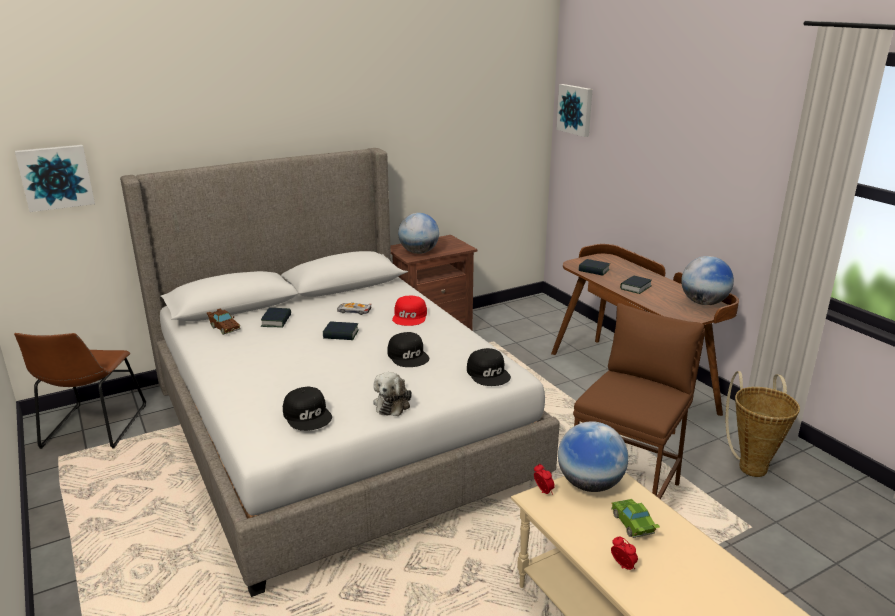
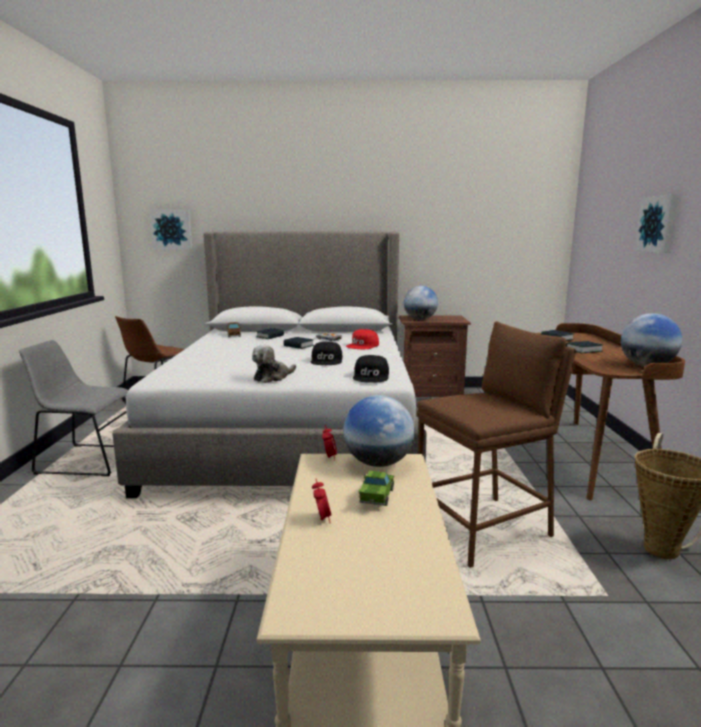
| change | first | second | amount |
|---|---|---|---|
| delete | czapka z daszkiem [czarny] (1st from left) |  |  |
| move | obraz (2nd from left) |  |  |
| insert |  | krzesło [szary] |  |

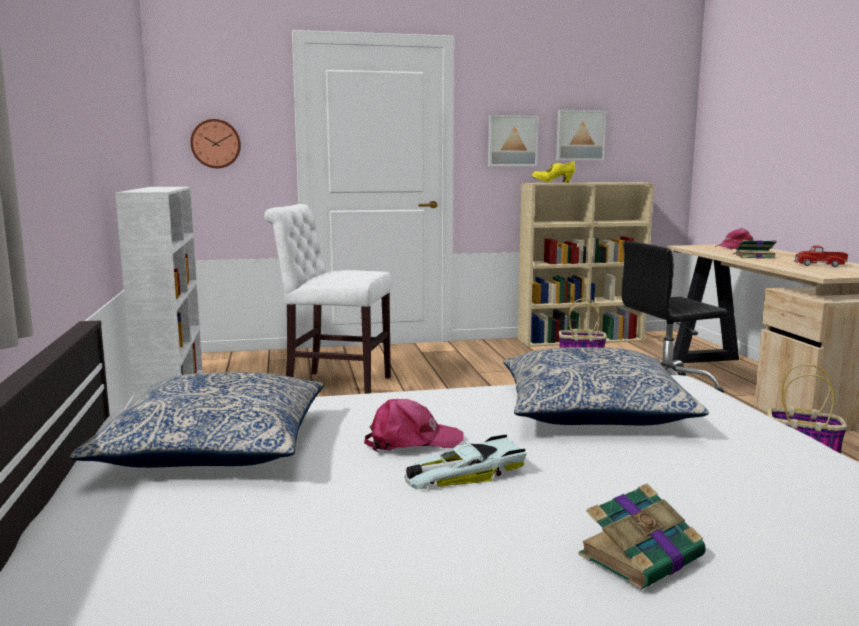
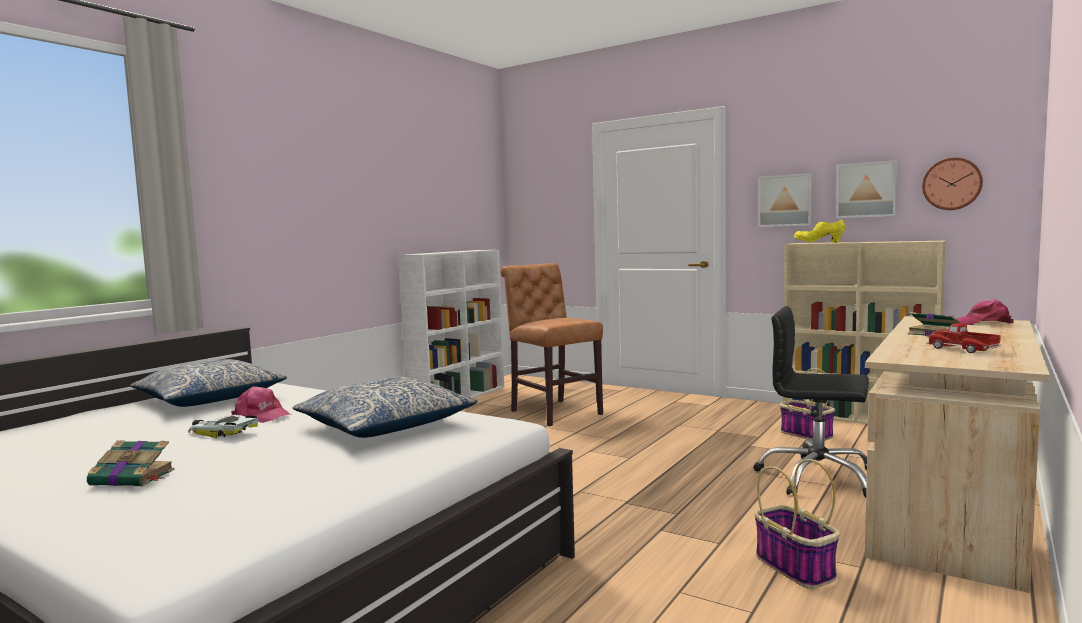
| change | first | second | amount |
|---|---|---|---|
| move | zegar ścienny |  |  |
| recolor | krzesło [biały] | krzesło [brązowy] |  |

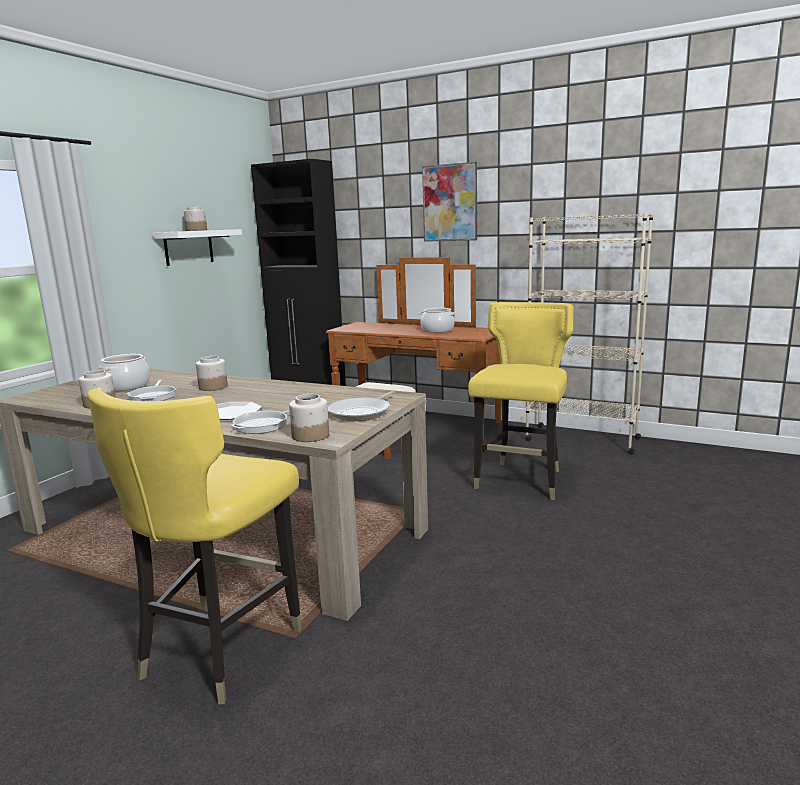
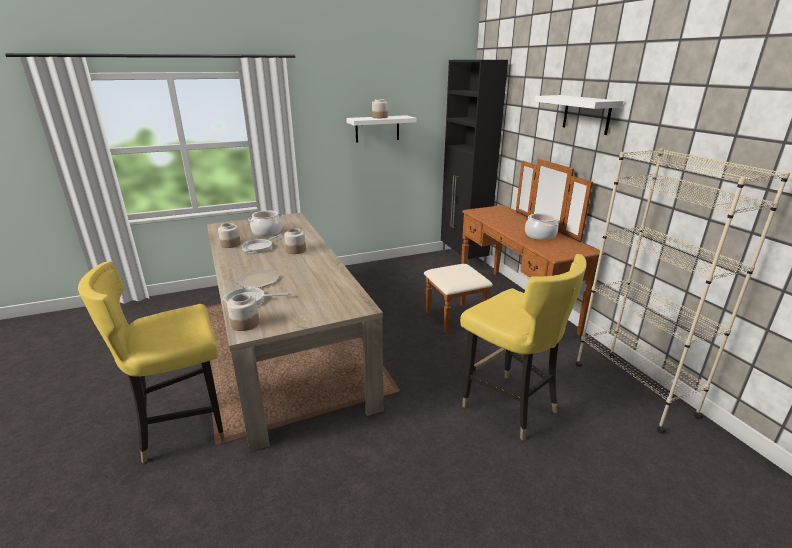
| change | first | second | amount |
|---|---|---|---|
| delete | patelnia (3rd from left) |  |  |
| replace | obraz | półka [biały] (2nd from left) |  |
| rotate | krzesło [żółty] (2nd from left) |  | 75 degrees clockwise |

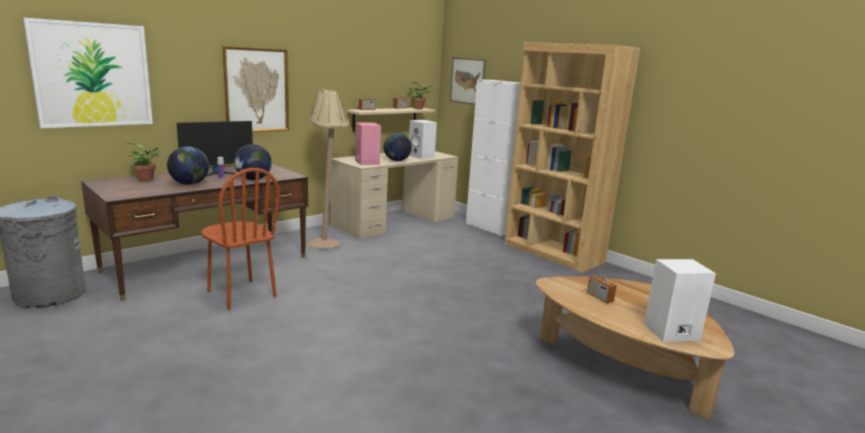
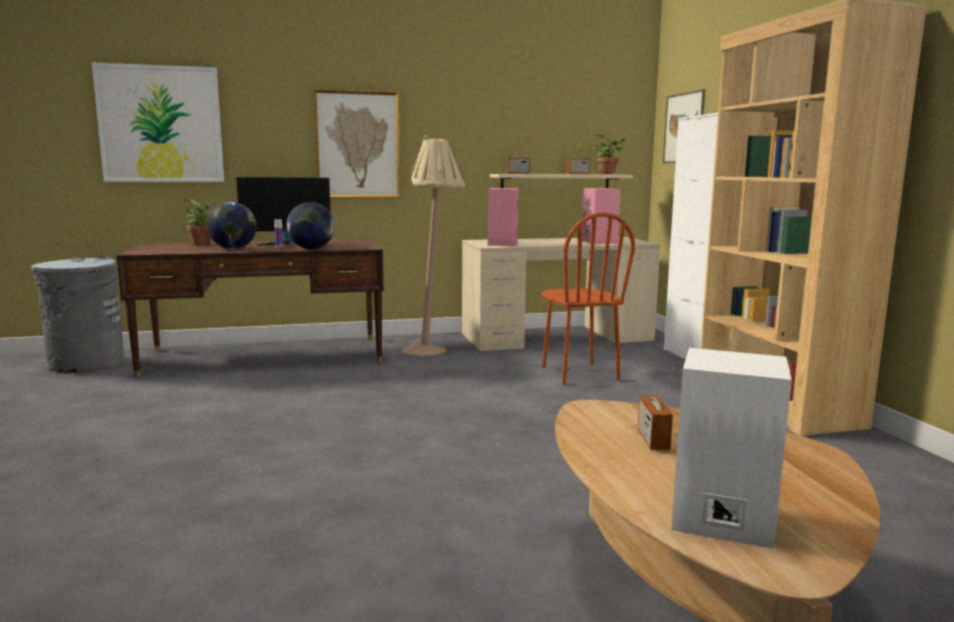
| change | first | second | amount |
|---|---|---|---|
| move | krzesło [brązowy] |  |  |
| delete | globus (3rd from left) |  |  |
| recolor | głośnik [biały] (1st from left) | głośnik [różowy] (2nd from left) |  |

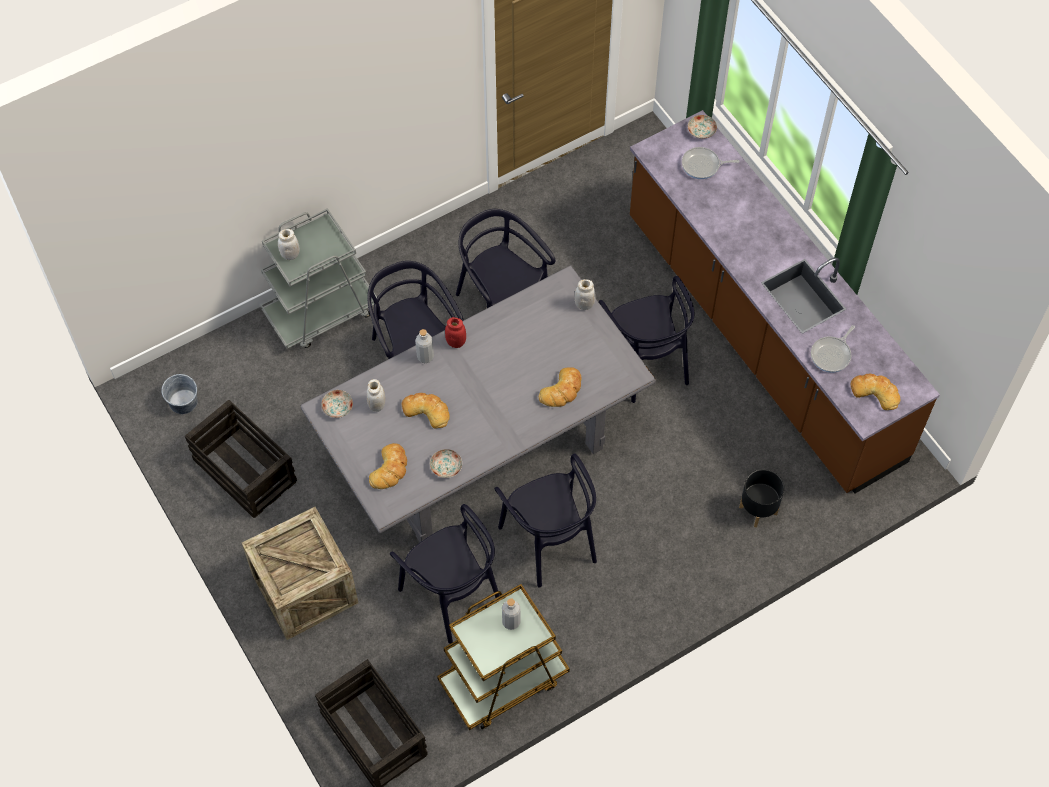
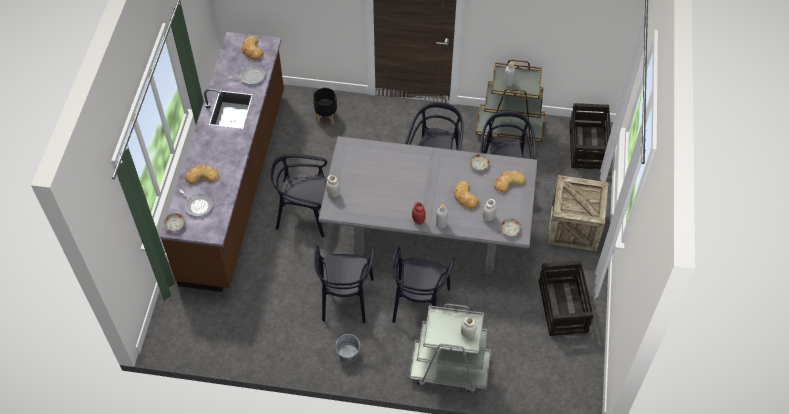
| change | first | second | amount |
|---|---|---|---|
| move | wiadro [szary] |  |  |
| move | chleb (3rd from left in the first image) | chleb (1st from left) |  |
| rotate | krzesło [czarny] (5th from left in the first image) | krzesło [czarny] (1st from left) | 105 degrees counterclockwise |

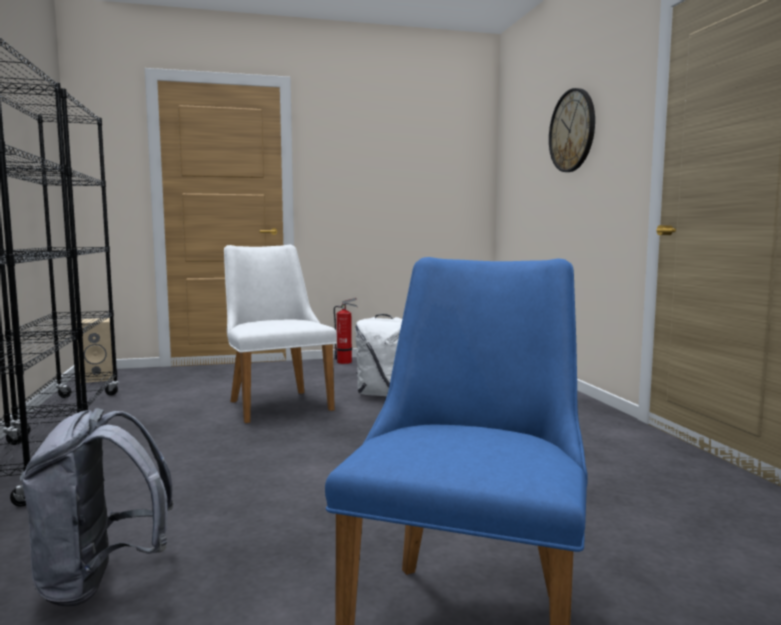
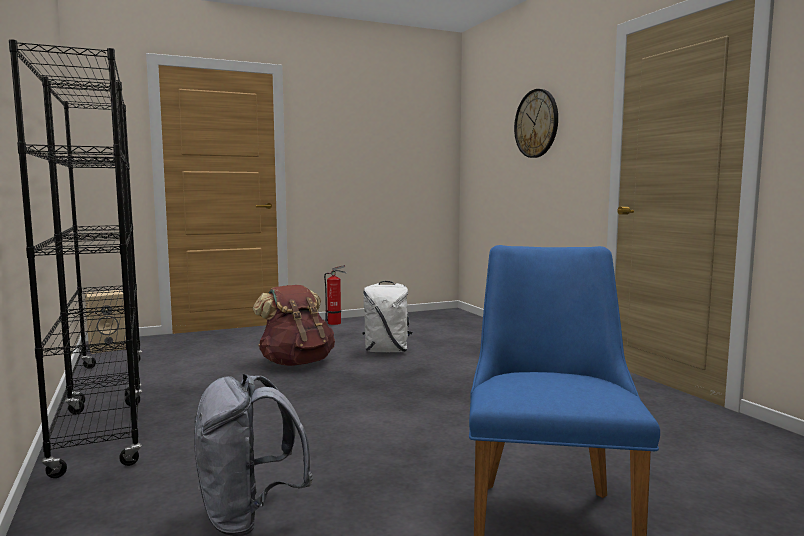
| change | first | second | amount |
|---|---|---|---|
| replace | krzesło [biały] | plecak [brązowy] |  |

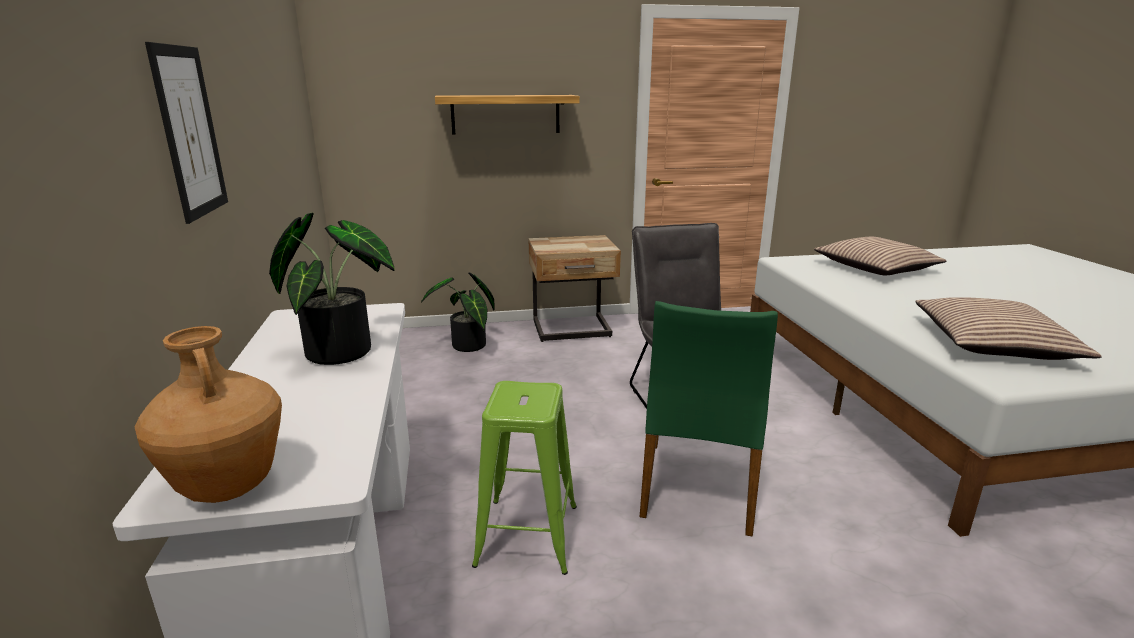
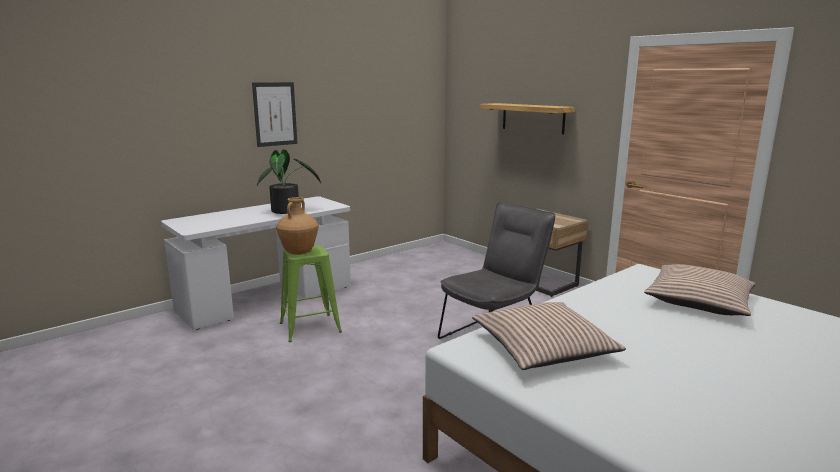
| change | first | second | amount |
|---|---|---|---|
| move | wazon [brązowy] |  |  |
| delete | roślina doniczkowa (2nd from left) |  |  |
| delete | krzesło [zielony] |  |  |

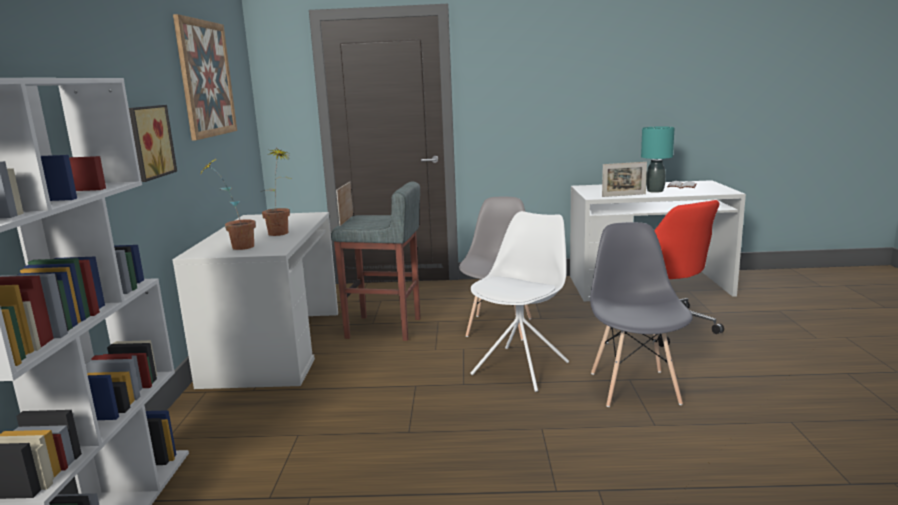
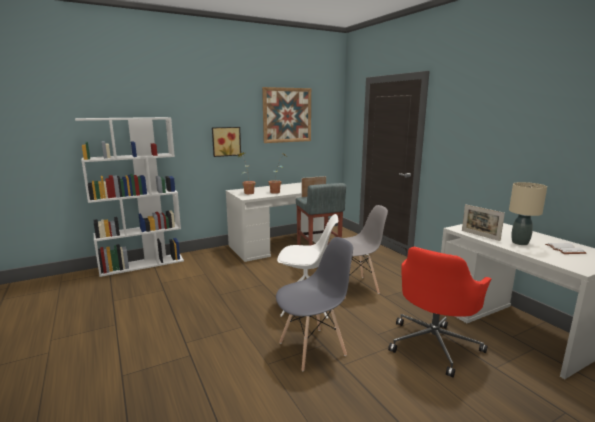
| change | first | second | amount |
|---|---|---|---|
| recolor | lampa stołowa [turkusowy] | lampa stołowa [beżowy] |  |

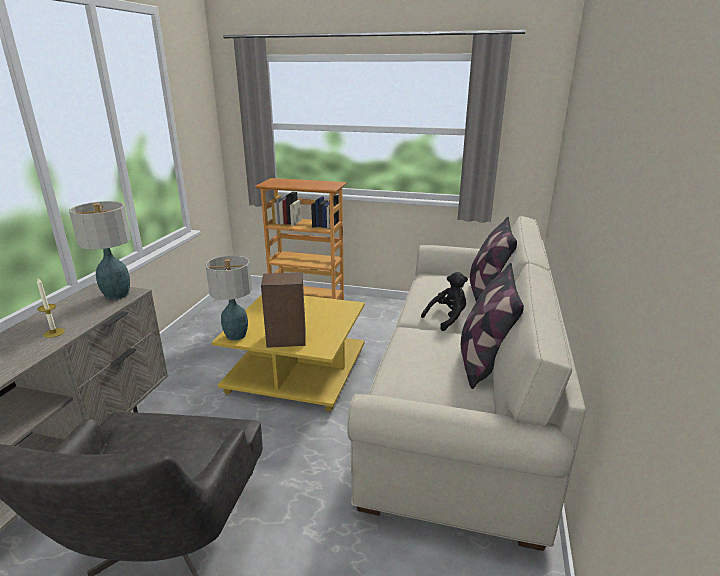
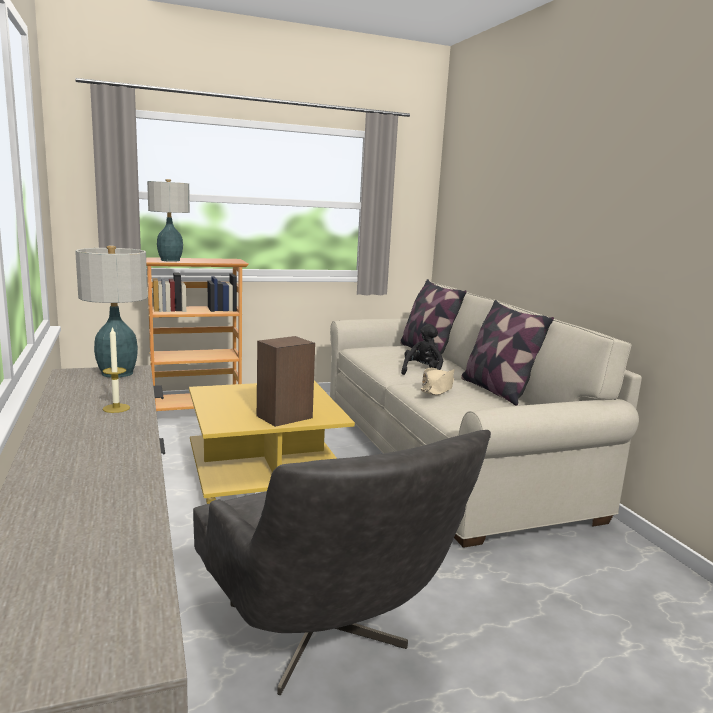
| change | first | second | amount |
|---|---|---|---|
| move | lampa stołowa (2nd from left) |  |  |
| insert |  | kapelusz [beżowy] |  |

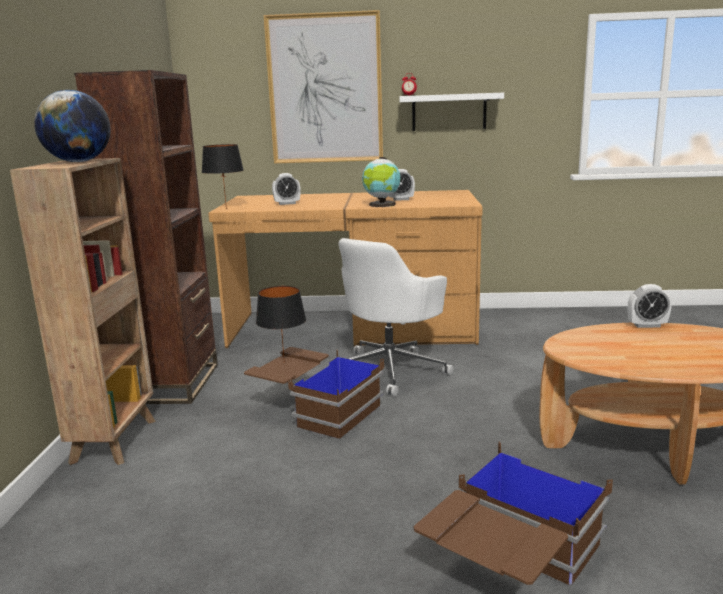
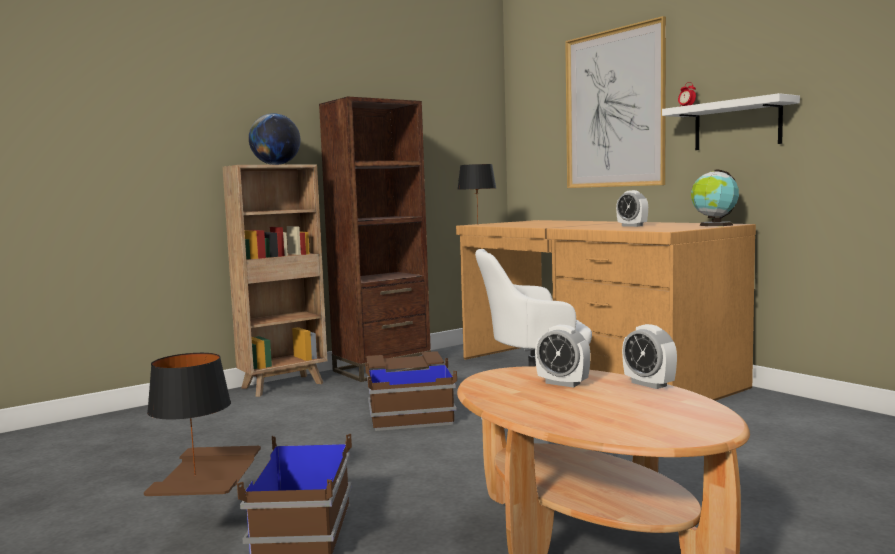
| change | first | second | amount |
|---|---|---|---|
| move | lampa stołowa [czarny] (2nd from left in the first image) | lampa stołowa [czarny] (1st from left) |  |
| move | budzik (1st from left) |  |  |
| move | globus (2nd from left) |  |  |

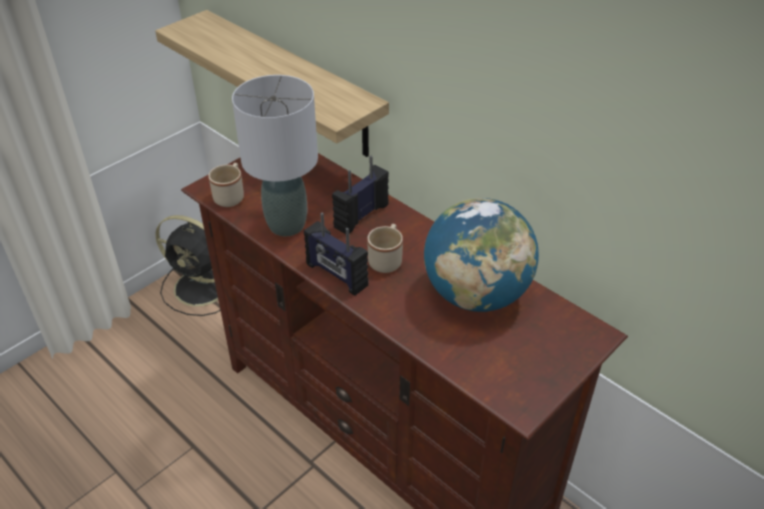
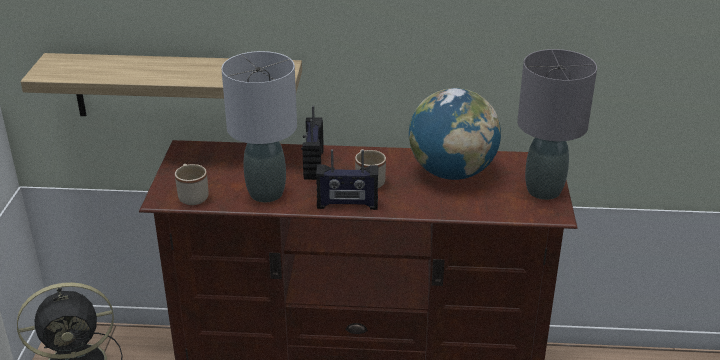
| change | first | second | amount |
|---|---|---|---|
| insert |  | lampa stołowa [szary] (2nd from left) |  |

